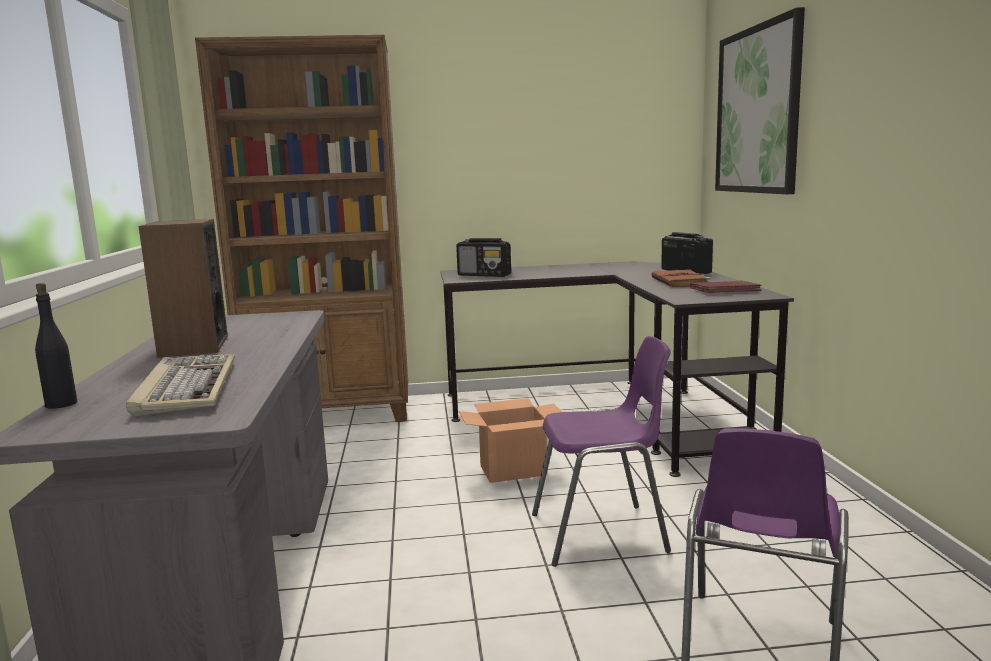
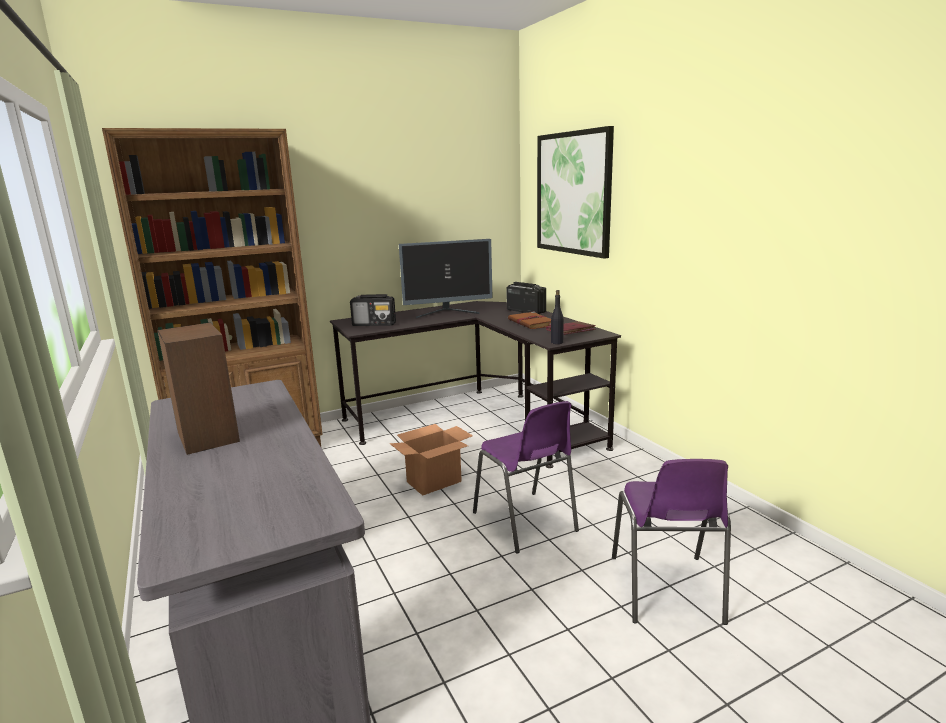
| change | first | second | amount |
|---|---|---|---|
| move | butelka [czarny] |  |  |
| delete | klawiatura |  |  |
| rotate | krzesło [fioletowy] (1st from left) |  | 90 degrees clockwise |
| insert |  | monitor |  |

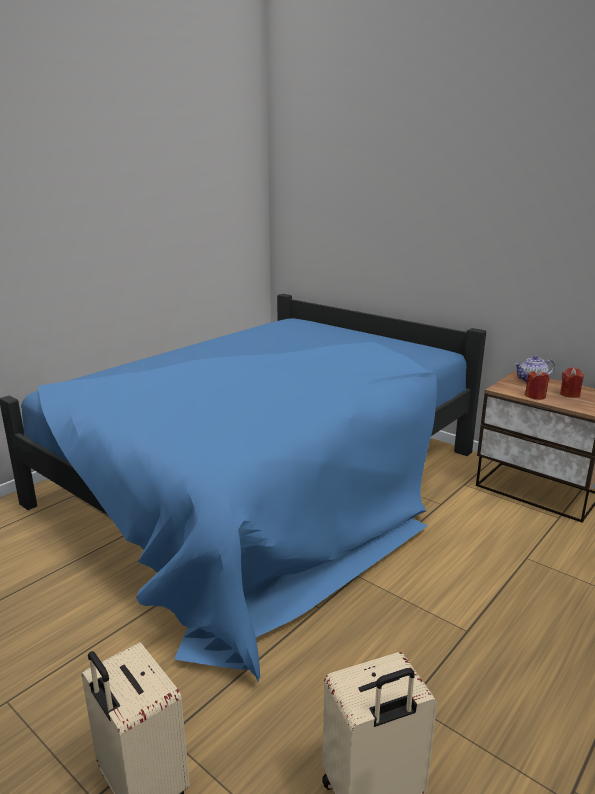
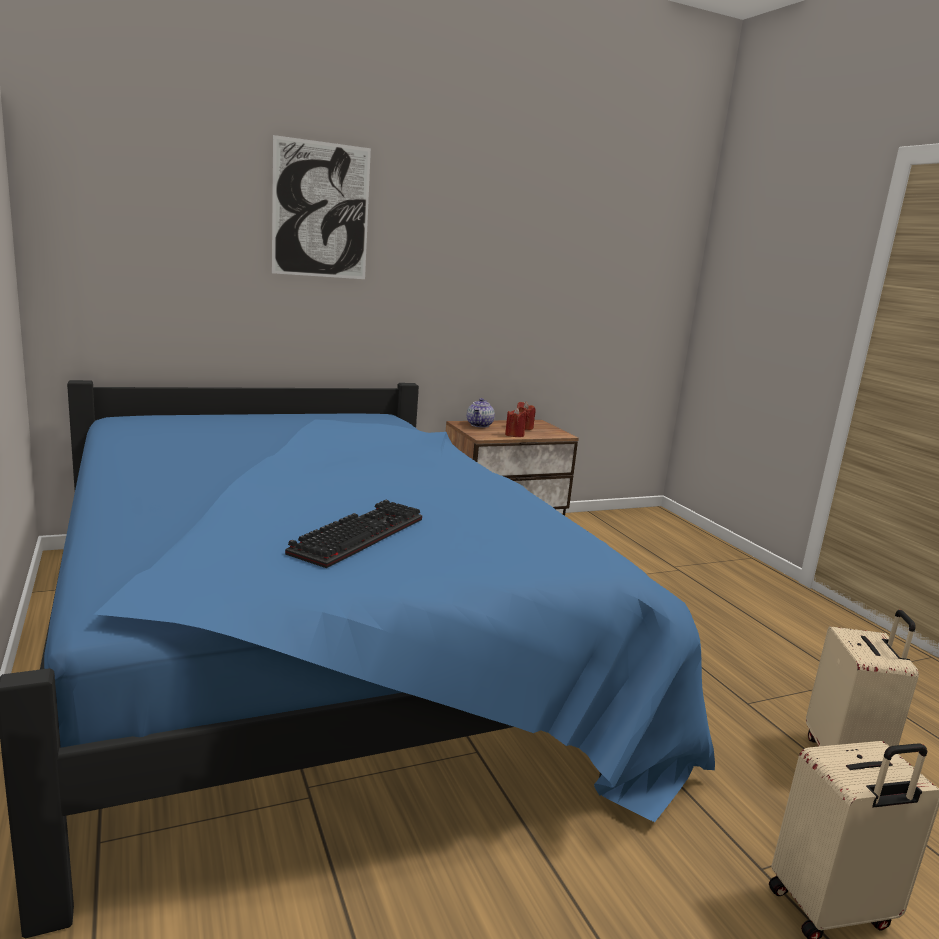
| change | first | second | amount |
|---|---|---|---|
| insert |  | obraz |  |
| insert |  | klawiatura |  |

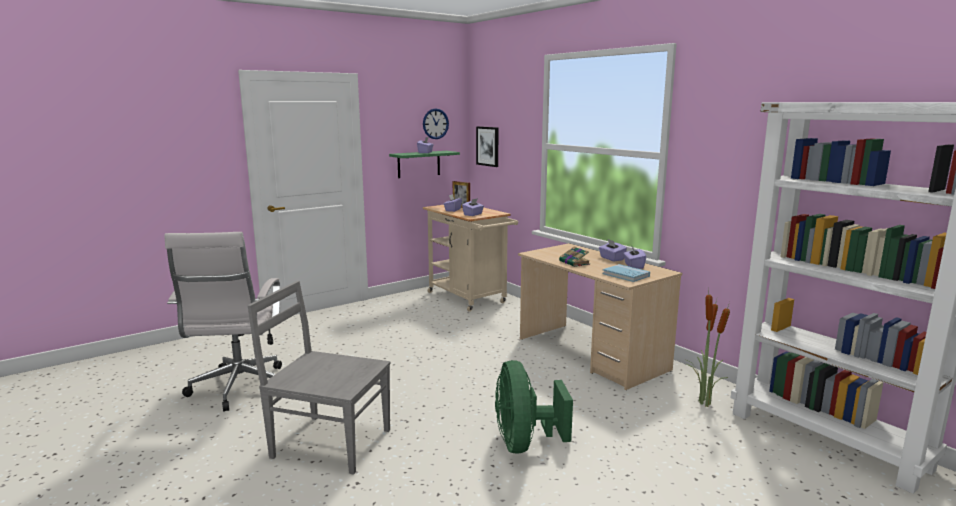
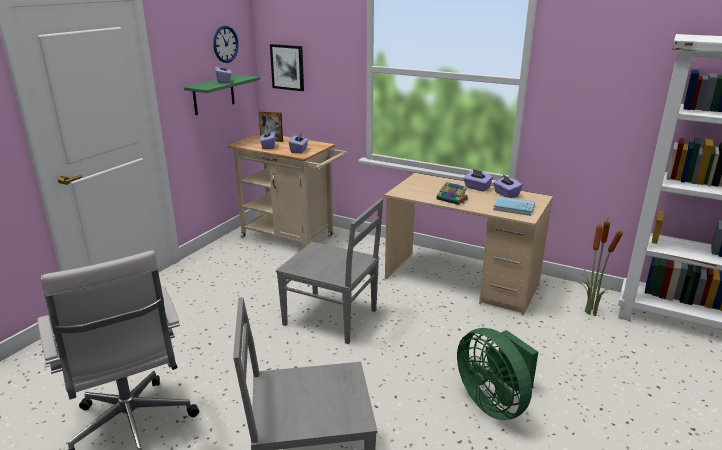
| change | first | second | amount |
|---|---|---|---|
| insert |  | krzesło [szary] (2nd from left) |  |

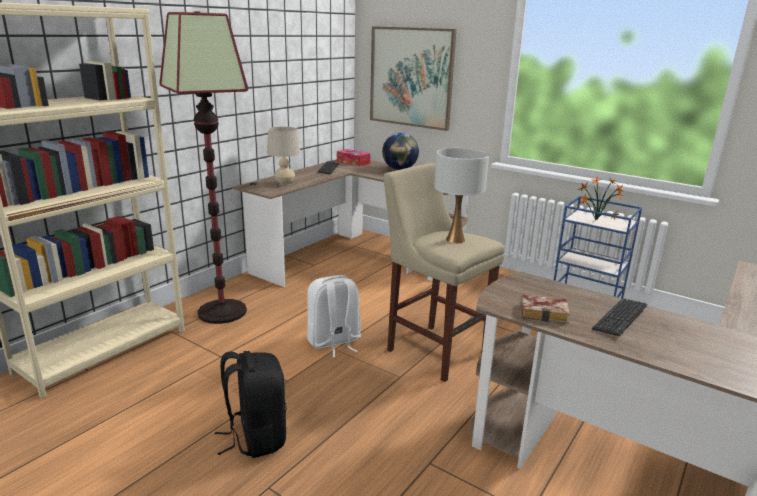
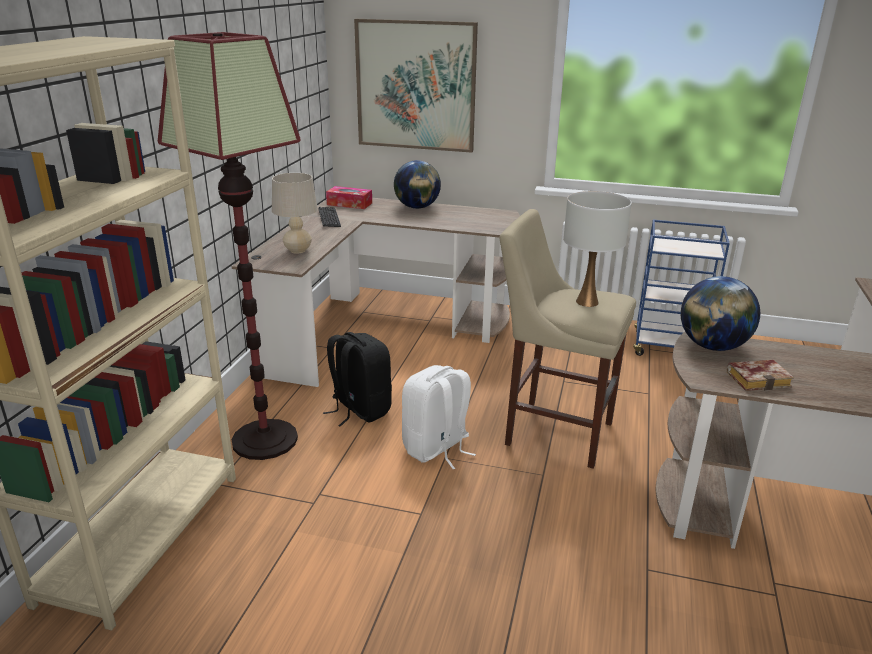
| change | first | second | amount |
|---|---|---|---|
| move | plecak [czarny] |  |  |
| delete | roślina doniczkowa |  |  |
| delete | klawiatura (2nd from left) |  |  |
| insert |  | globus (2nd from left) |  |

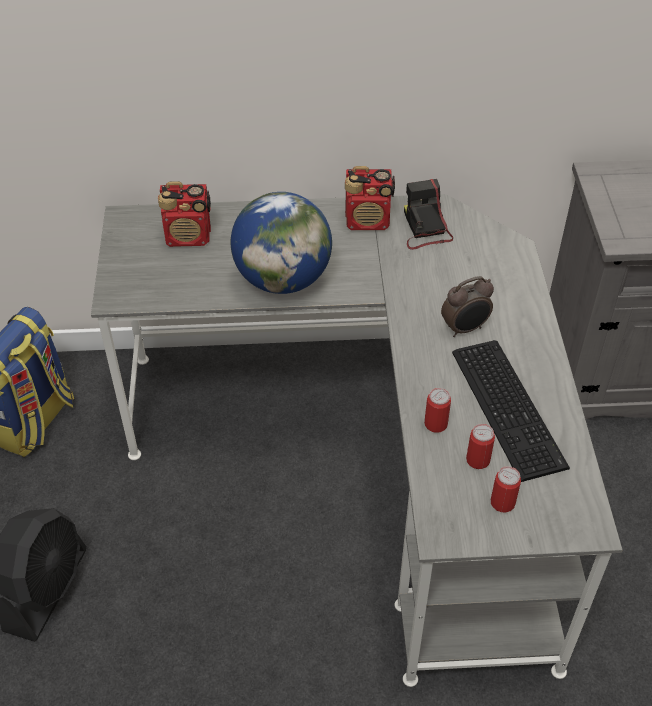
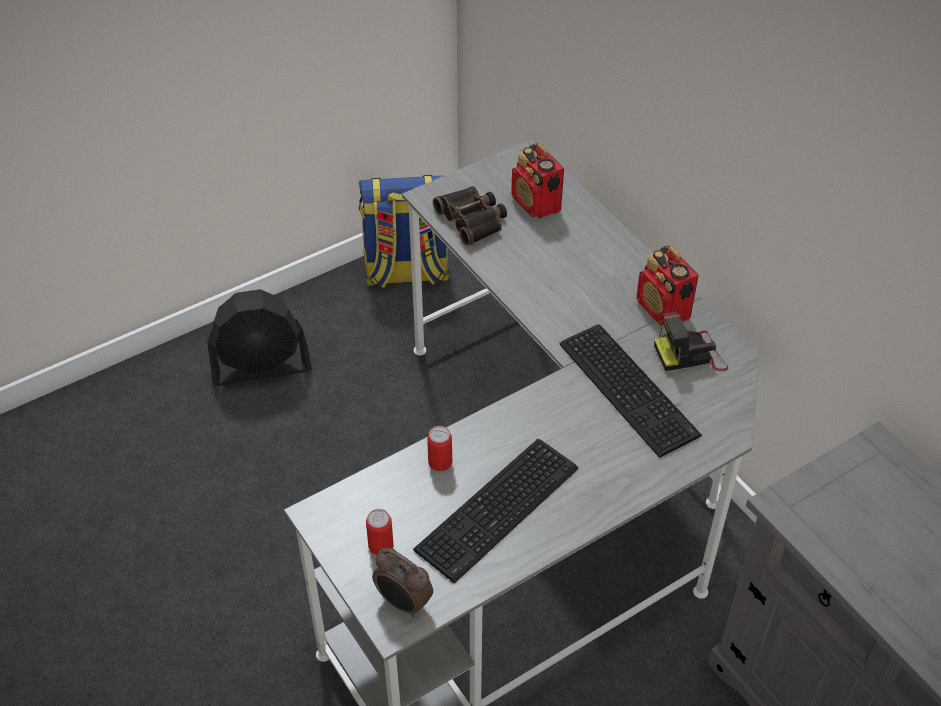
| change | first | second | amount |
|---|---|---|---|
| delete | globus |  |  |
| rotate | aparat fotograficzny |  | 150 degrees counterclockwise |
| move | budzik |  |  |
| delete | puszka (2nd from left) |  |  |
| insert |  | lornetka |  |
| insert |  | klawiatura (2nd from left) |  |

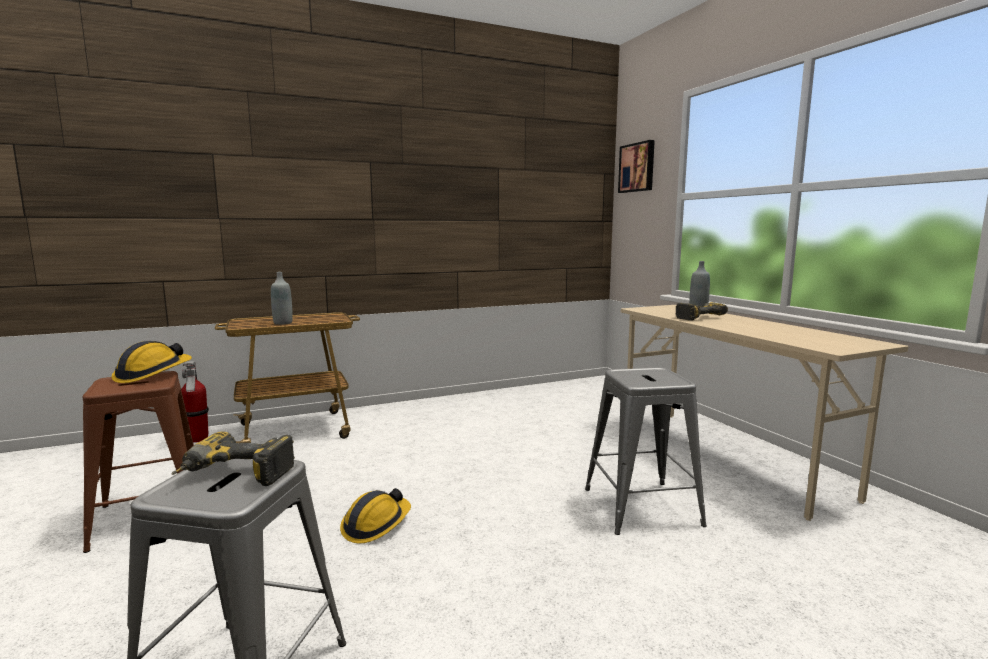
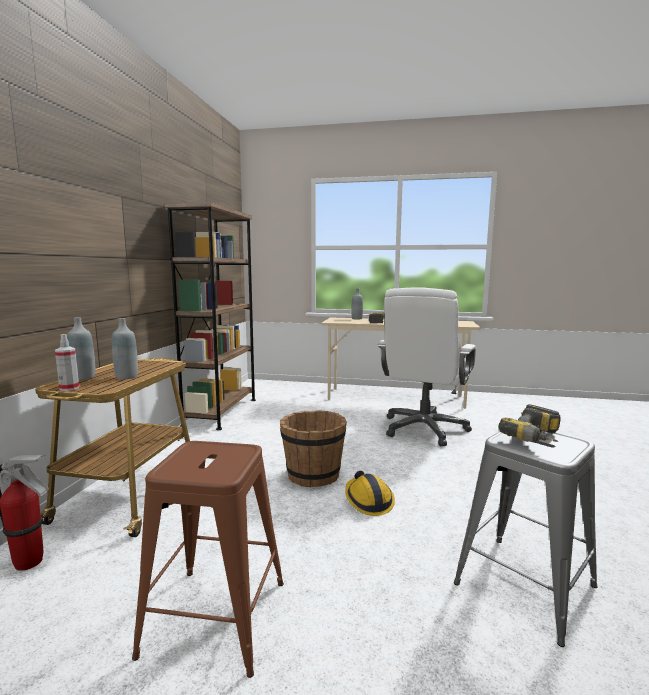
| change | first | second | amount |
|---|---|---|---|
| delete | kask (1st from left) |  |  |
| replace | stołek [szary] (2nd from left) | krzesło biurowe [biały] |  |
| delete | obraz |  |  |
| insert |  | spryskiwacz |  |
| insert |  | butelka [szary] (1st from left) |  |
| insert |  | regał [brązowy] |  |
| insert |  | wiadro [brązowy] |  |

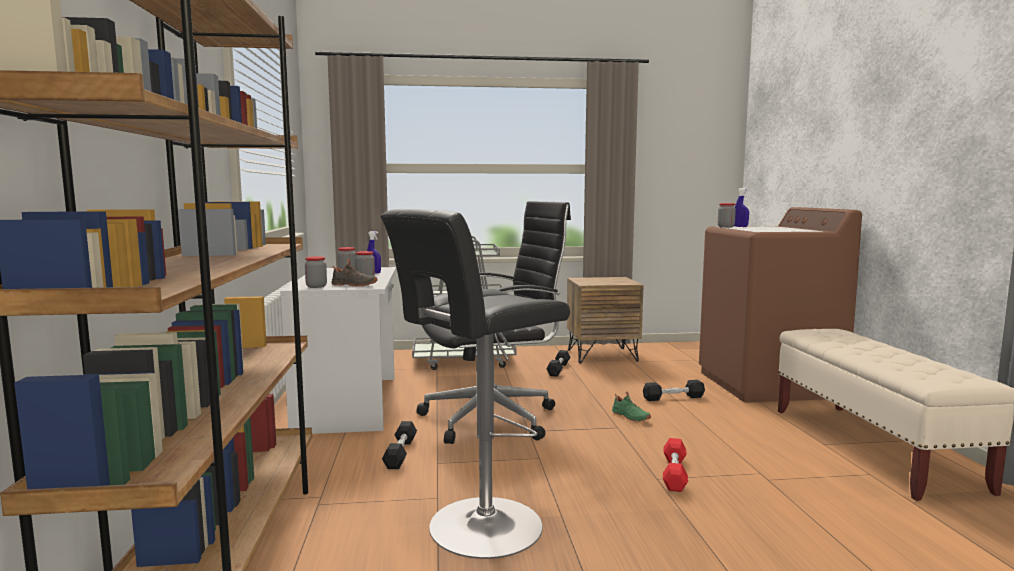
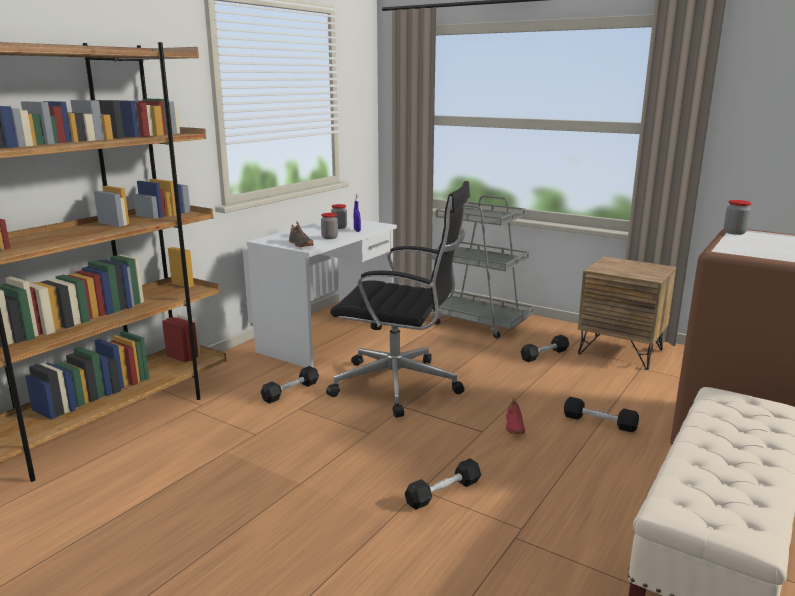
| change | first | second | amount |
|---|---|---|---|
| delete | słoik (1st from left) |  |  |
| delete | stołek [czarny] |  |  |
| recolor | but [zielony] | but [czerwony] |  |
| recolor | hantel [czerwony] | hantel [czarny] (2nd from left) |  |
| delete | spryskiwacz [niebieski] (2nd from left) |  |  |

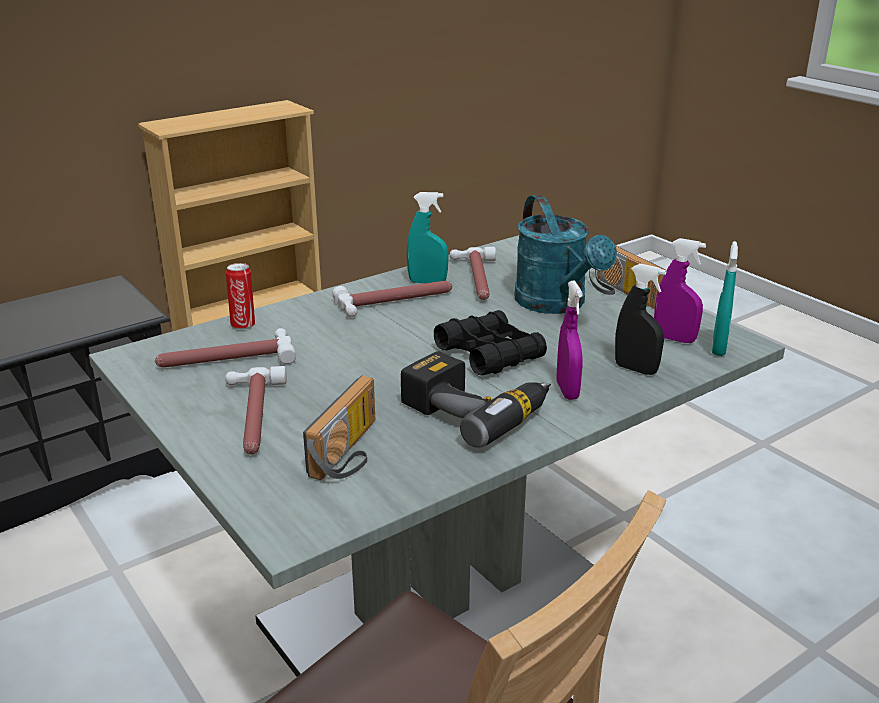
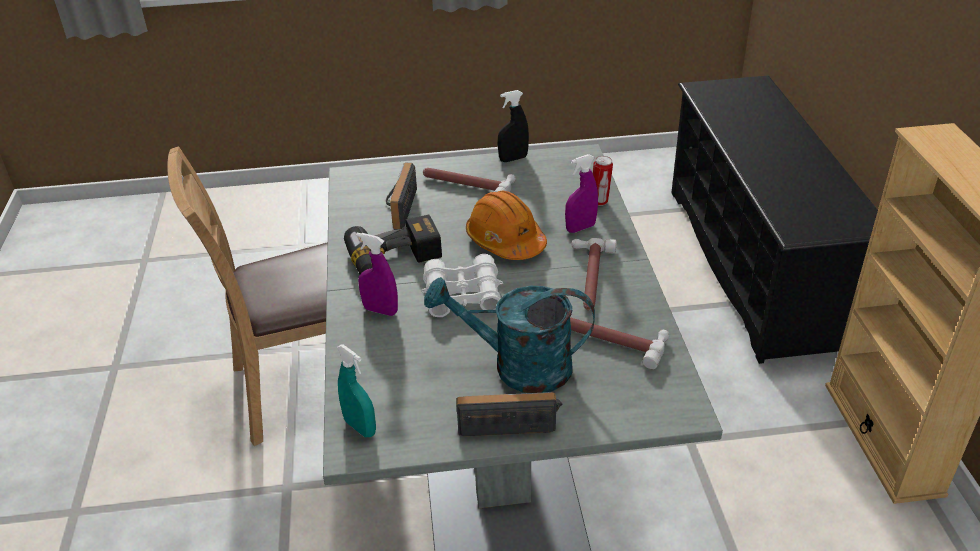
| change | first | second | amount |
|---|---|---|---|
| delete | młotek (1st from left) |  |  |
| rotate | radio (1st from left) |  | 45 degrees clockwise |
| delete | spryskiwacz [turkusowy] (1st from left) |  |  |
| recolor | lornetka [czarny] | lornetka [biały] |  |
| move | spryskiwacz [czarny] |  |  |
| move | spryskiwacz [fioletowy] (2nd from left) |  |  |
| insert |  | kask [pomarańczowy] |  |

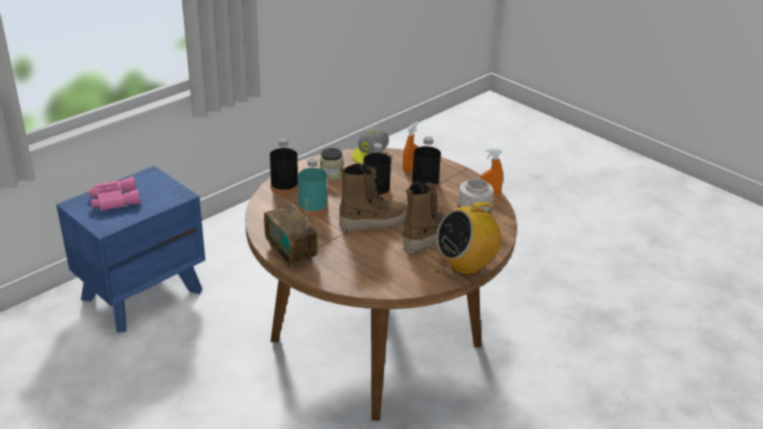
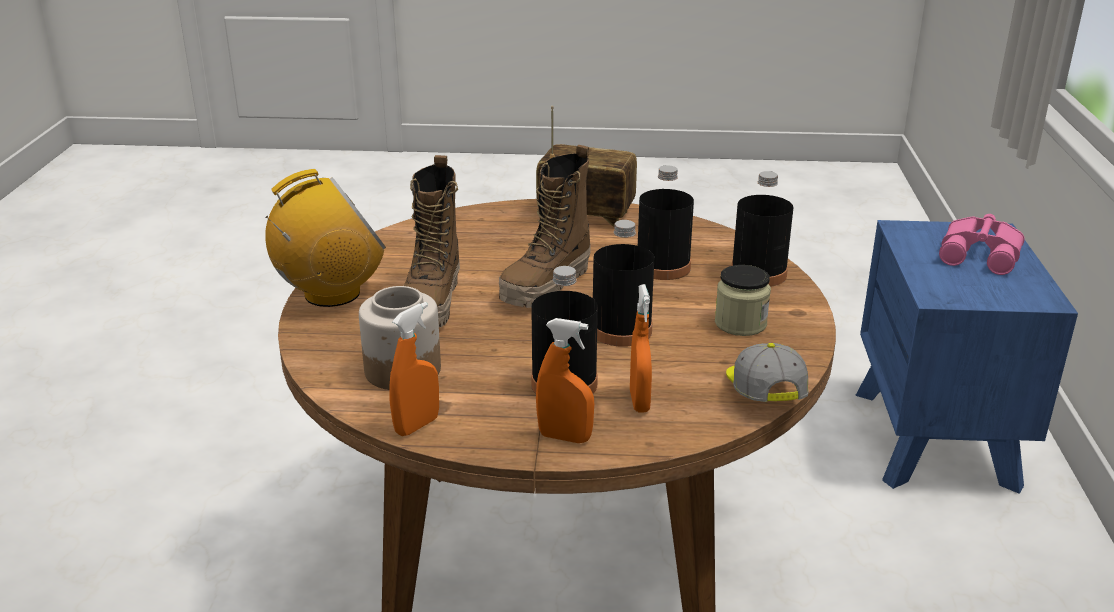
| change | first | second | amount |
|---|---|---|---|
| recolor | butelka [turkusowy] | butelka [czarny] (3rd from left) |  |
| rotate | radio (2nd from left in the first image) | radio (1st from left) | 45 degrees clockwise |
| insert |  | spryskiwacz [pomarańczowy] (2nd from left) |  |

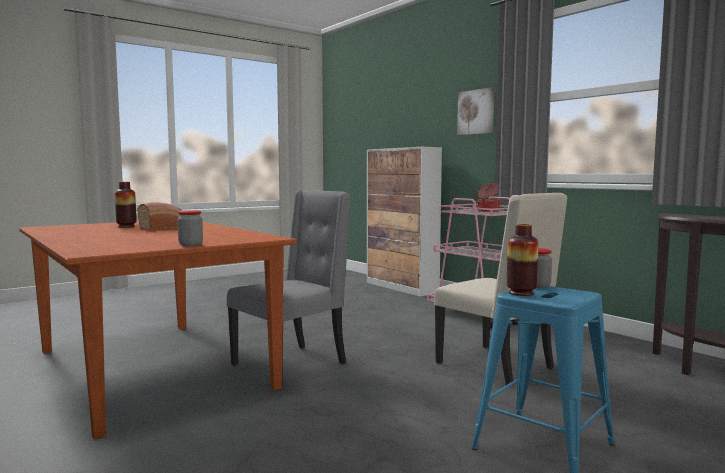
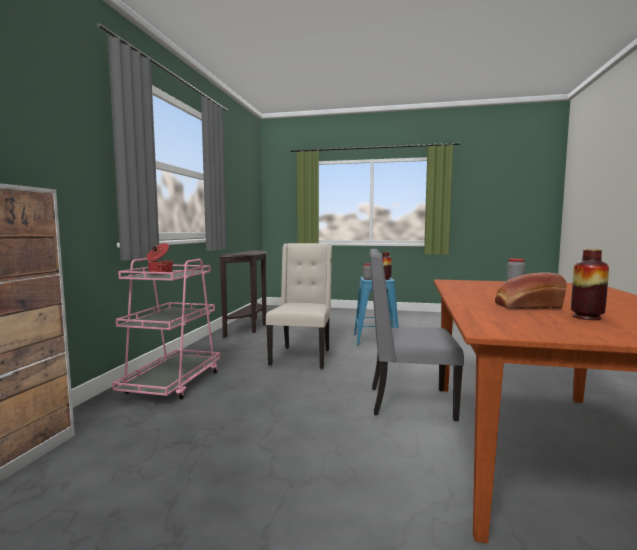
| change | first | second | amount |
|---|---|---|---|
| delete | obraz |  |  |

